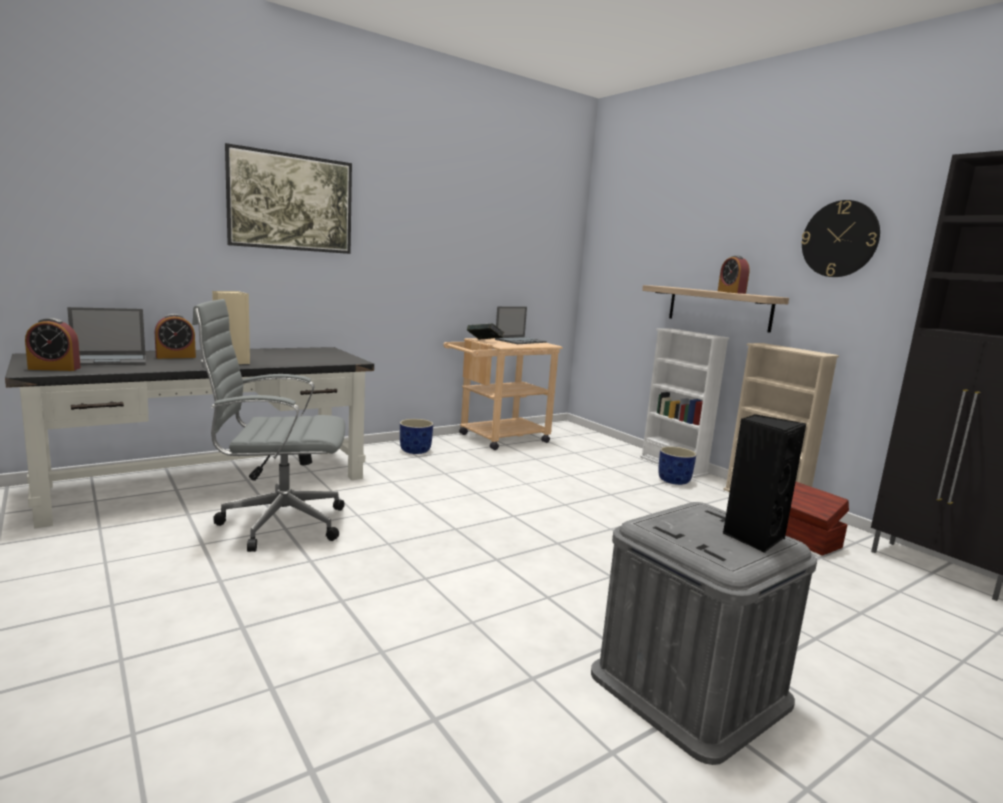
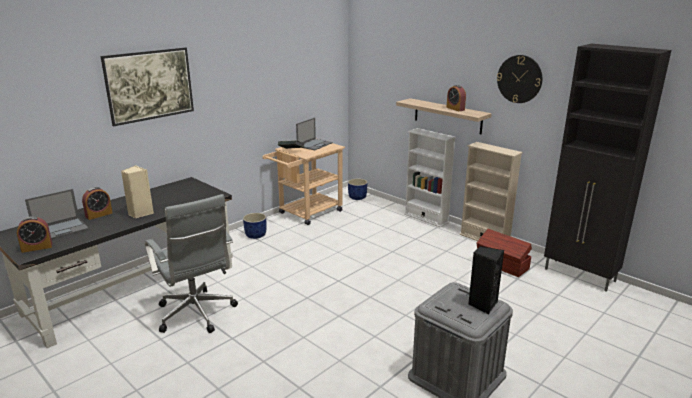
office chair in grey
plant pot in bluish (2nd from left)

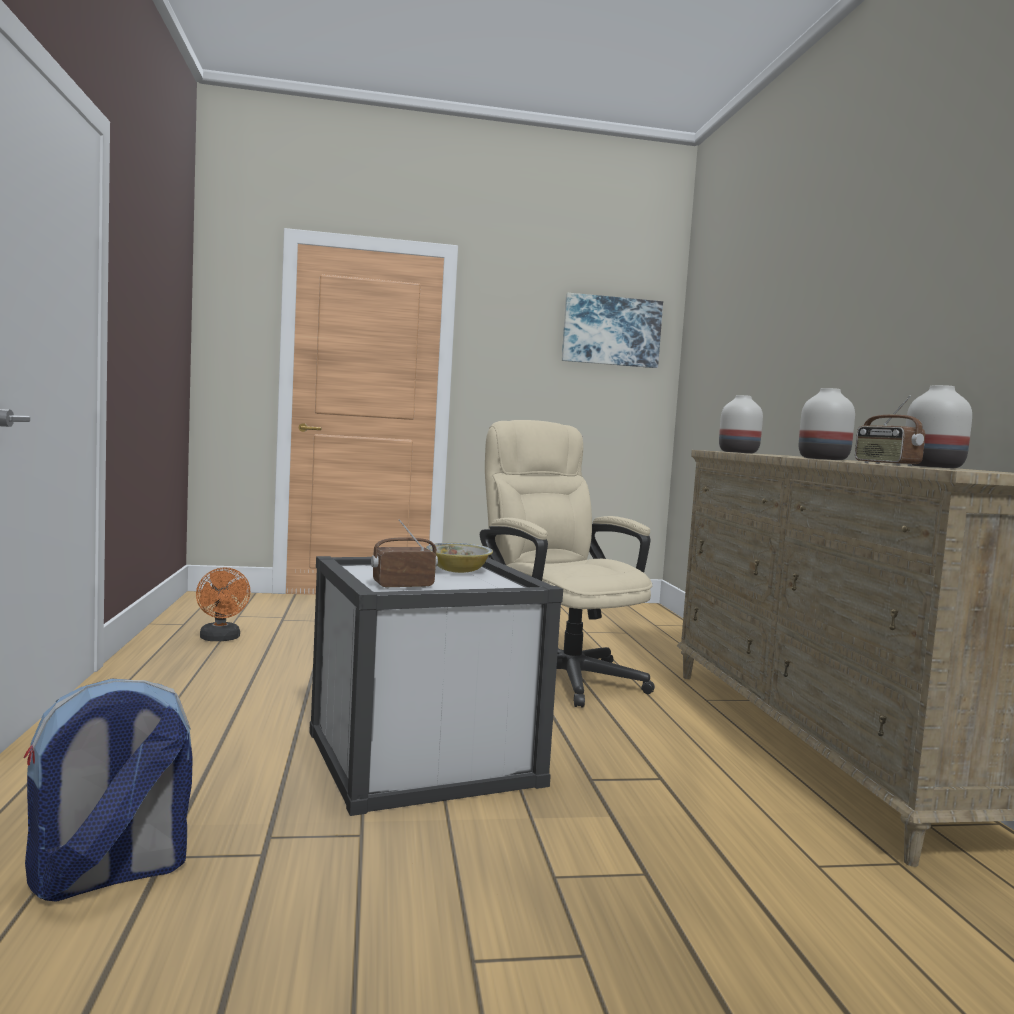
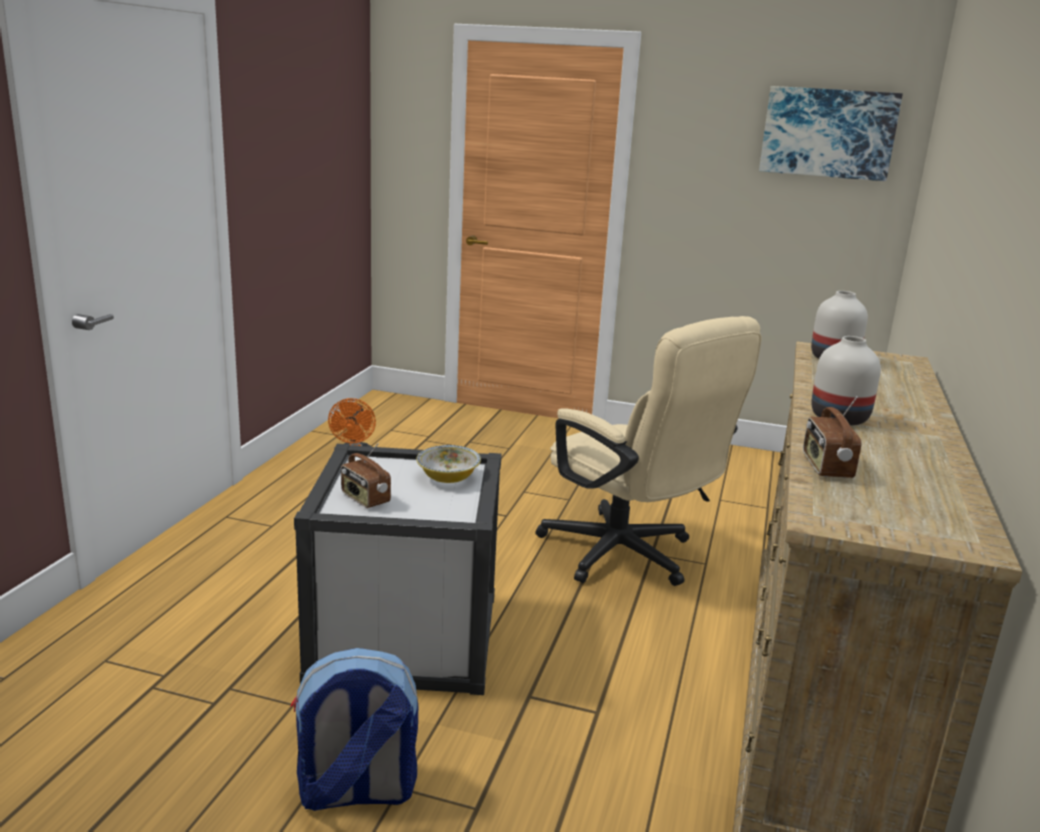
knapsack
radio set (1st from left)
office chair in beige-coloured
vase in white-coloured (3rd from left in the first image)

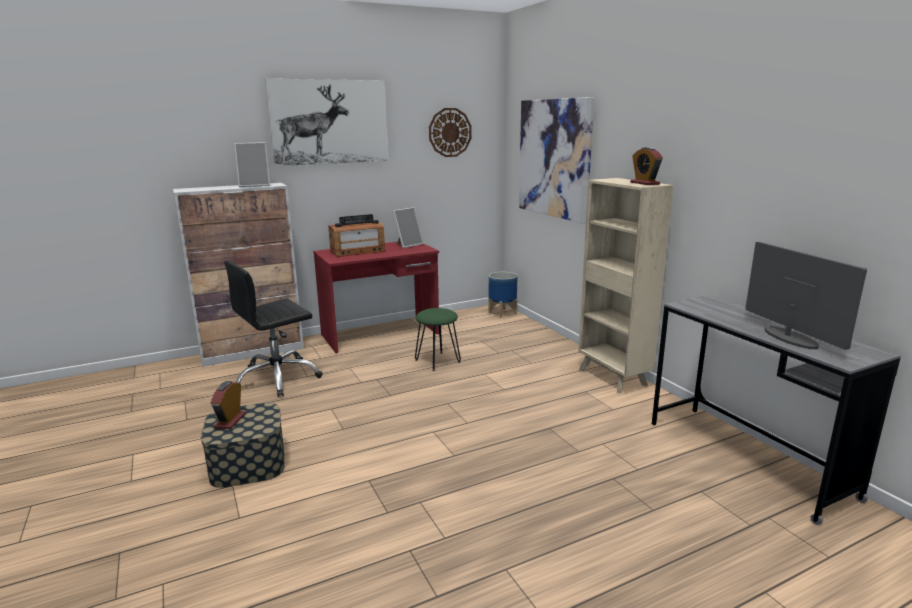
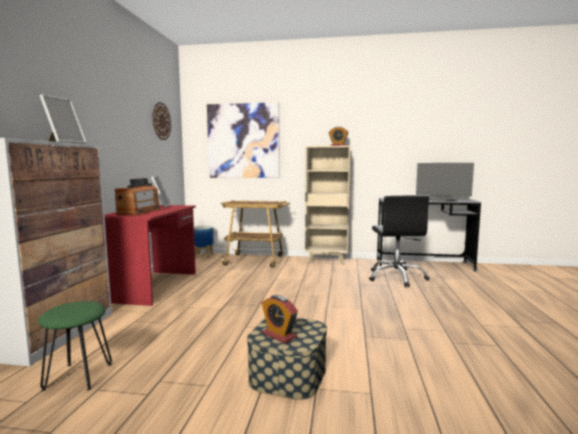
stool in greenish
wheeled cart
office chair in black-coloured
wall picture (1st from left in the first image)

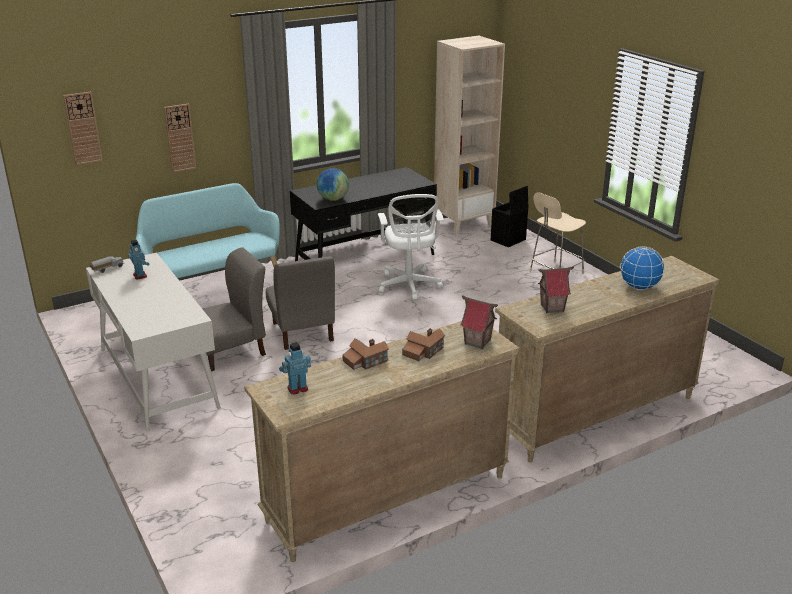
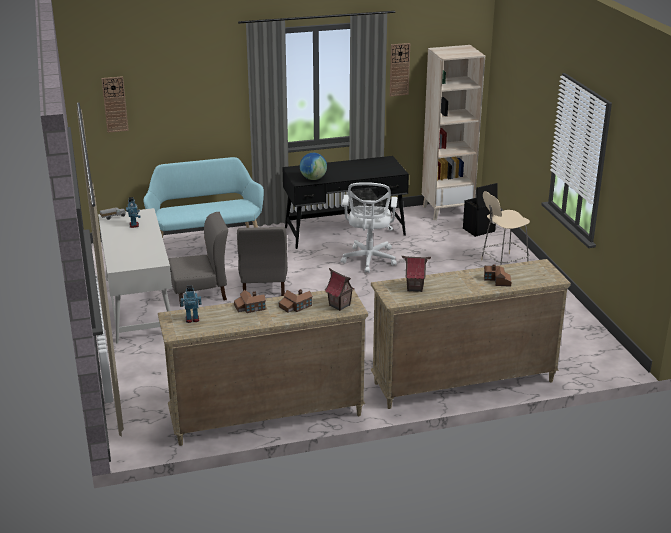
hanging clock (2nd from left)
miniature house (5th from left)

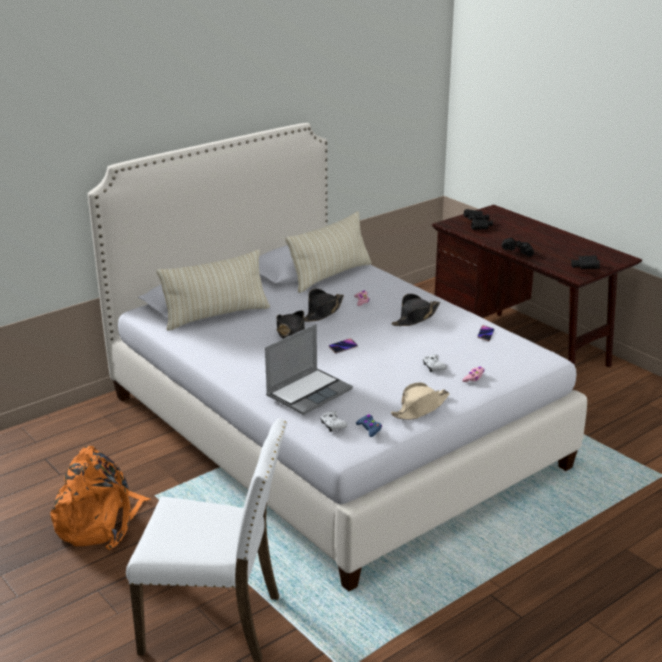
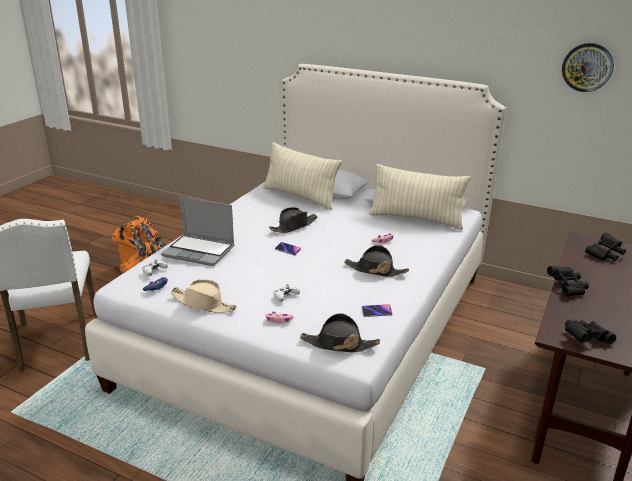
wearable hat in black-coloured (2nd from left)
hanging clock

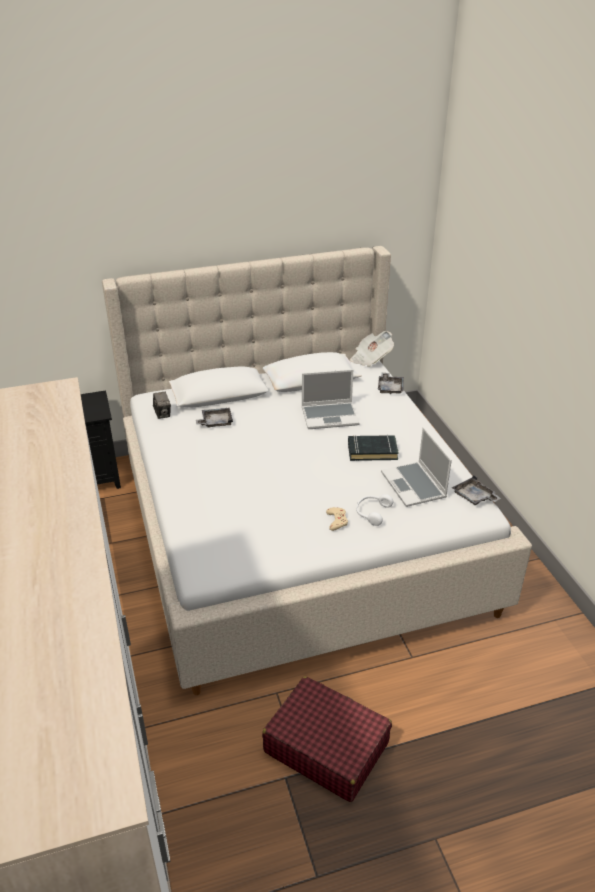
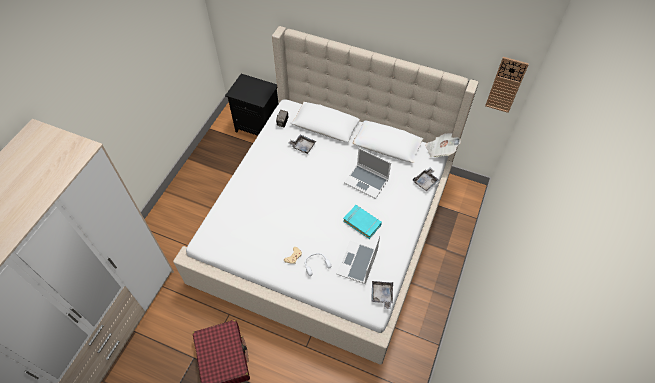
bound book in blue-green
hanging clock

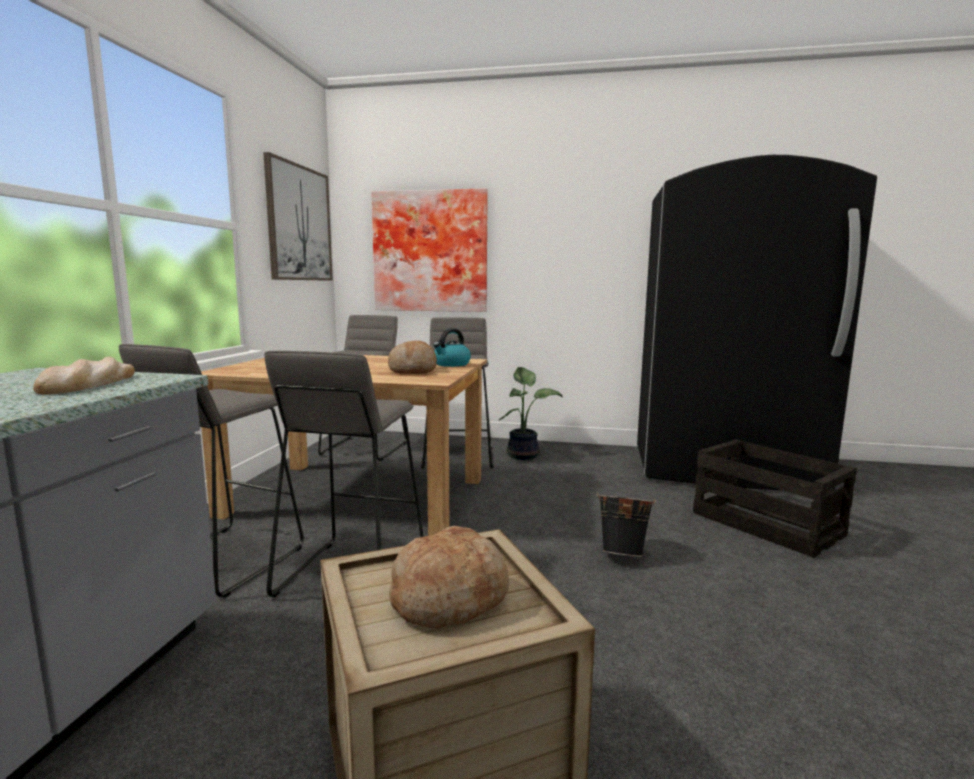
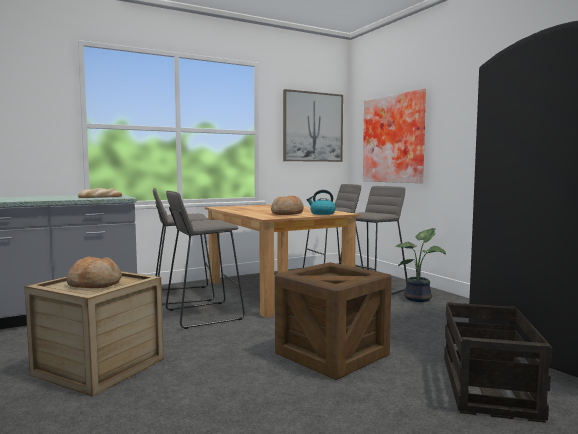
packing crate (2nd from left)

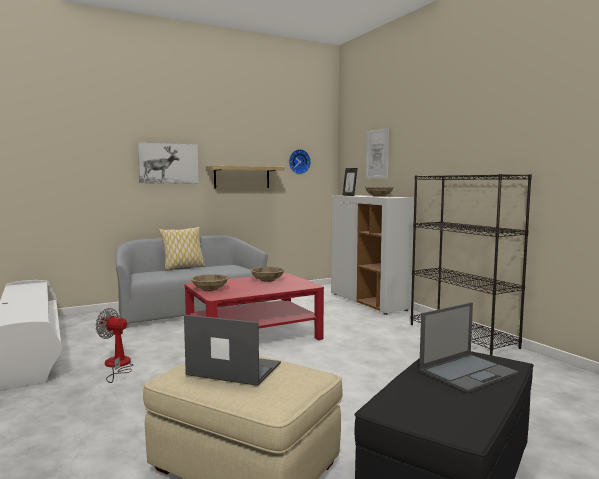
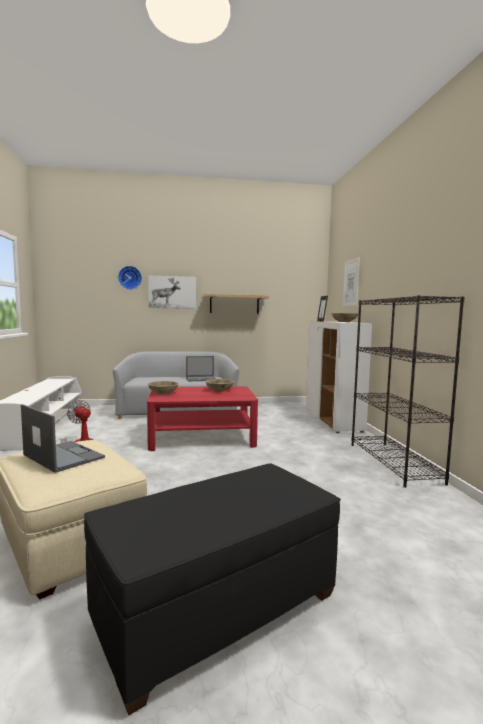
hanging clock
notebook computer (2nd from left)
pillow

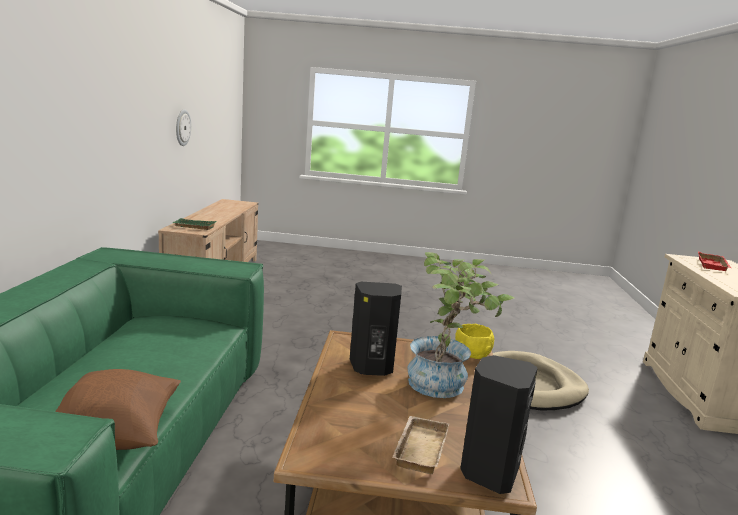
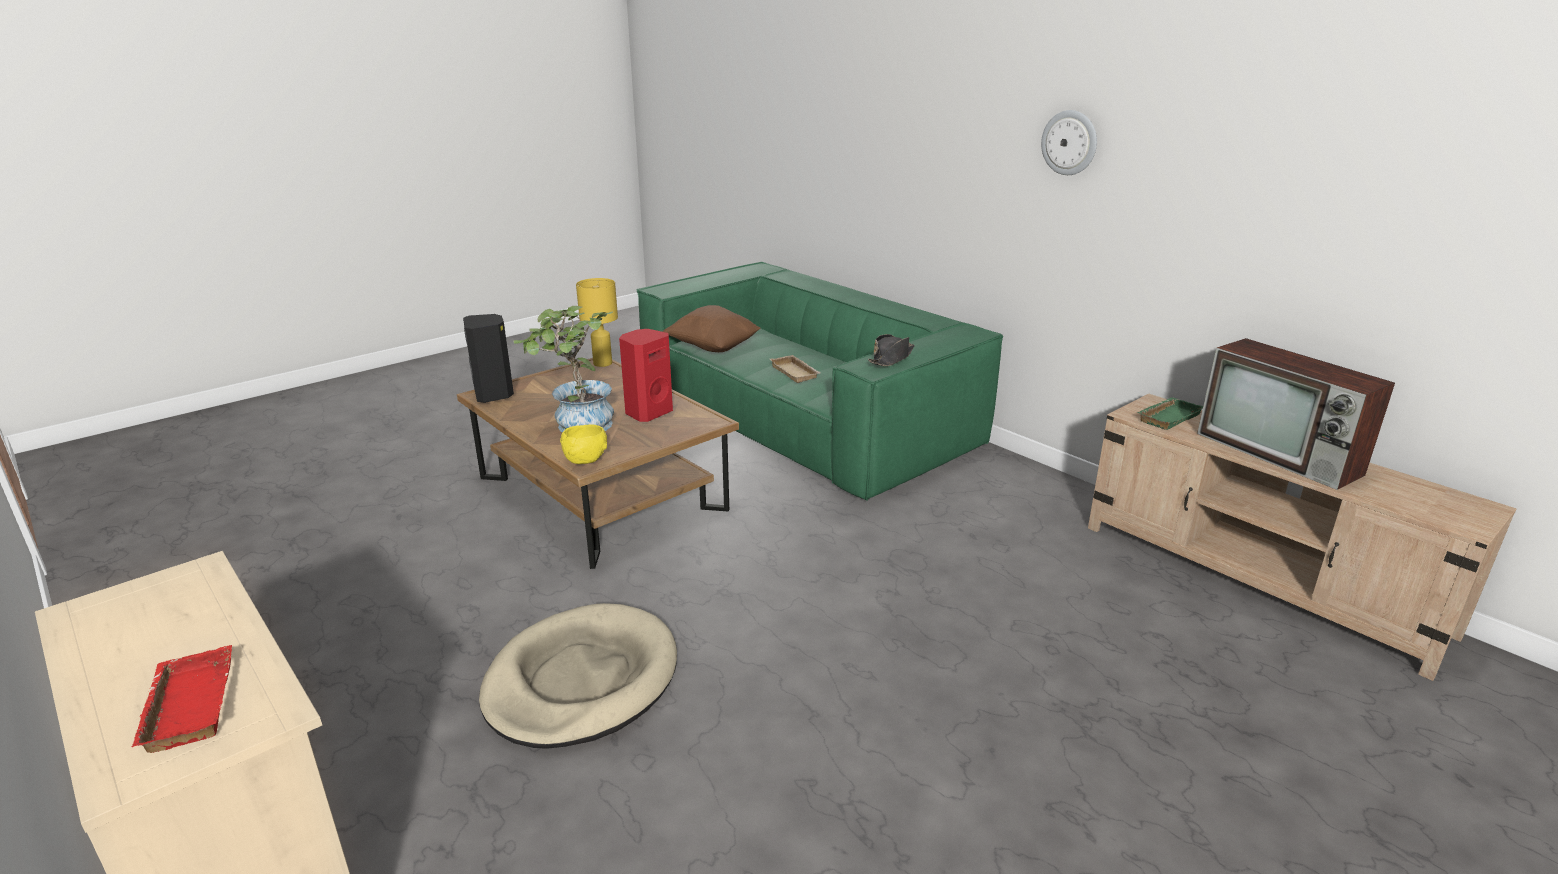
tabletop lamp in yellowish
speaker in red
serving tray in beige-coloured
wearable hat in black-coloured
hanging clock
television

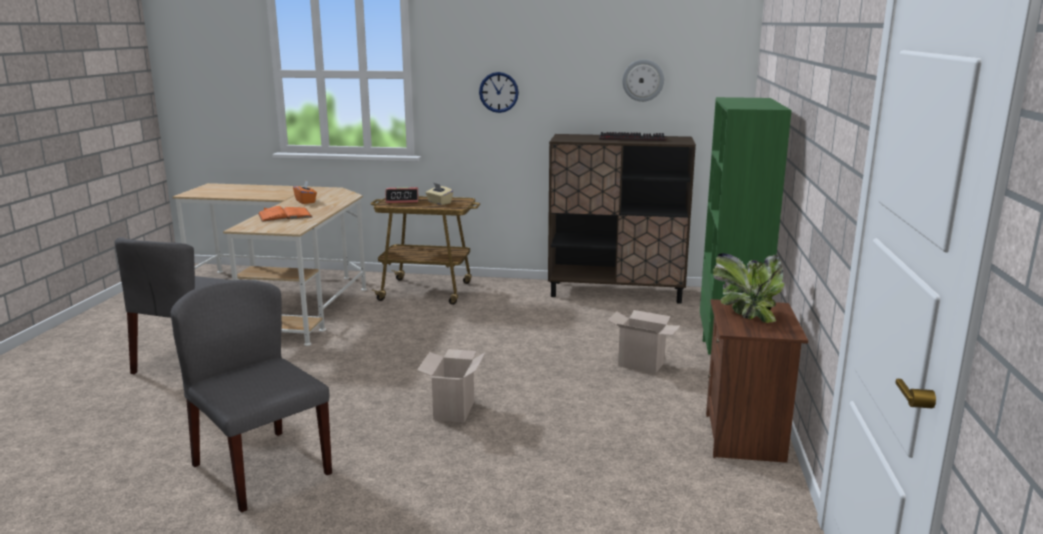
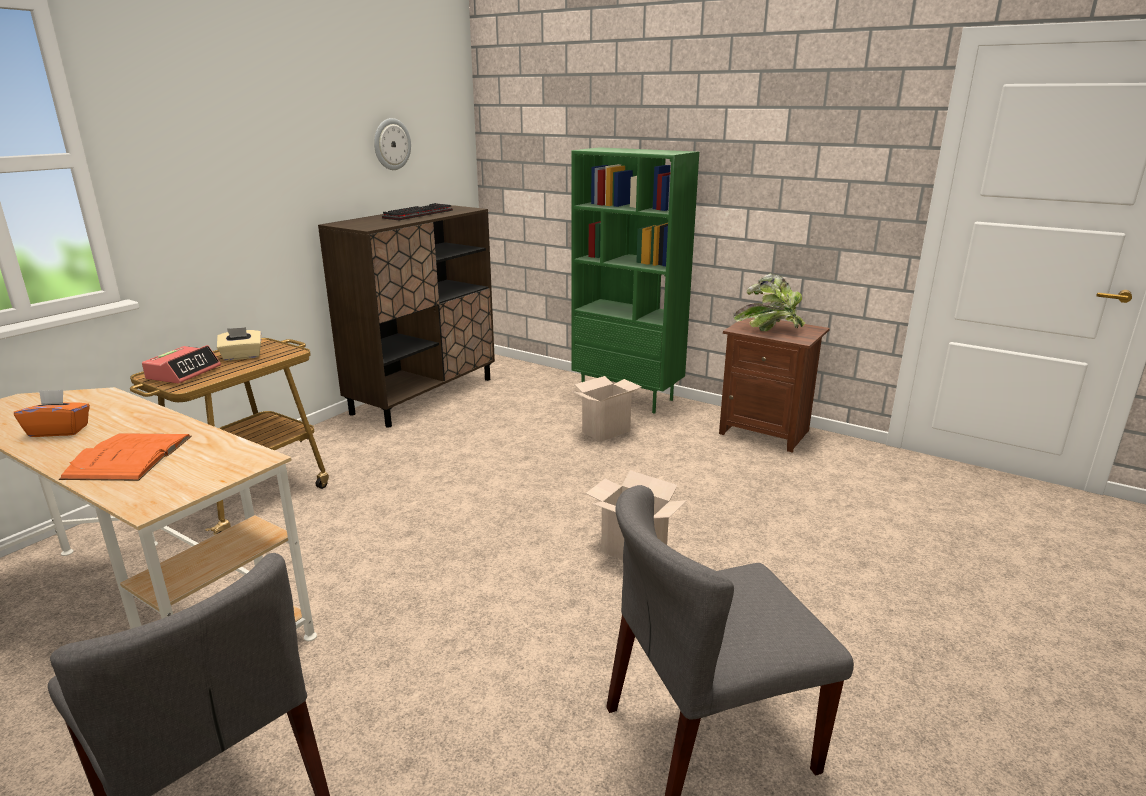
hanging clock (1st from left in the first image)

